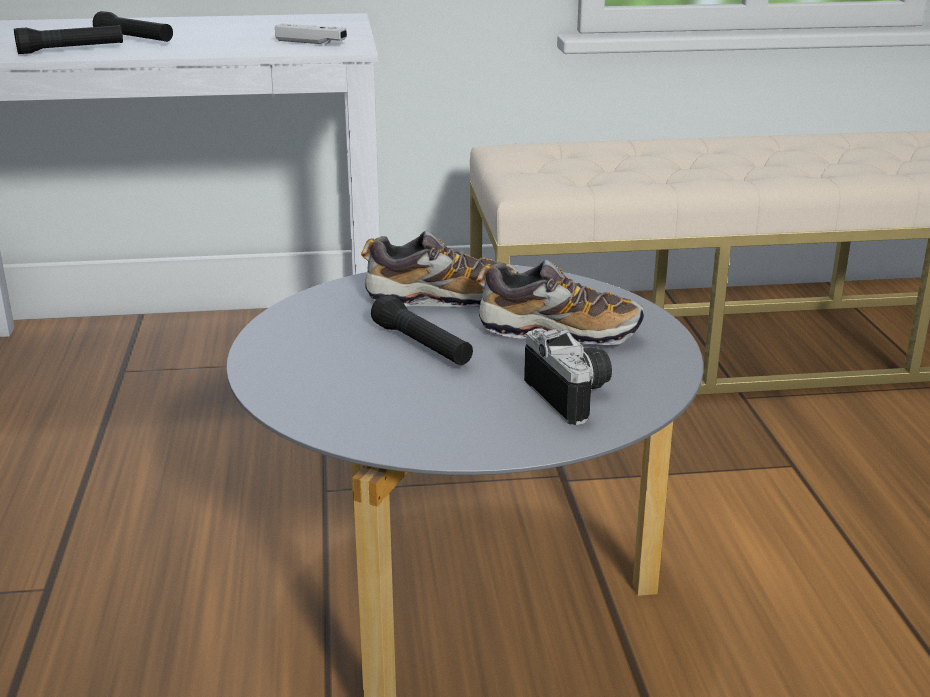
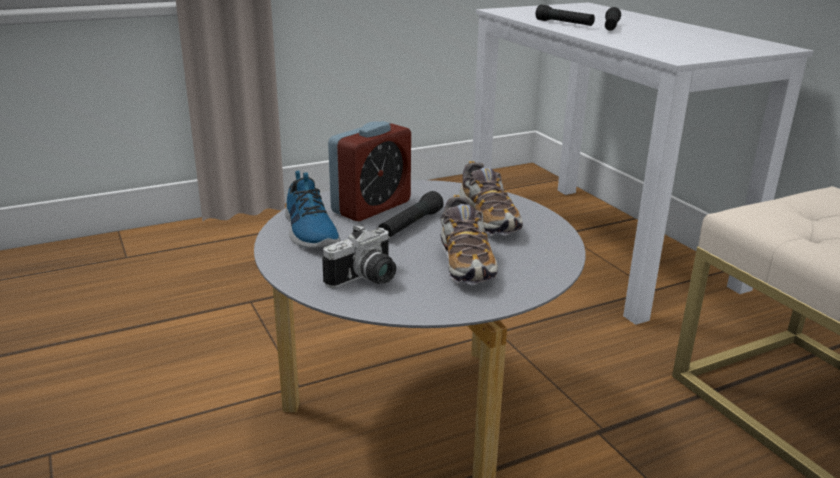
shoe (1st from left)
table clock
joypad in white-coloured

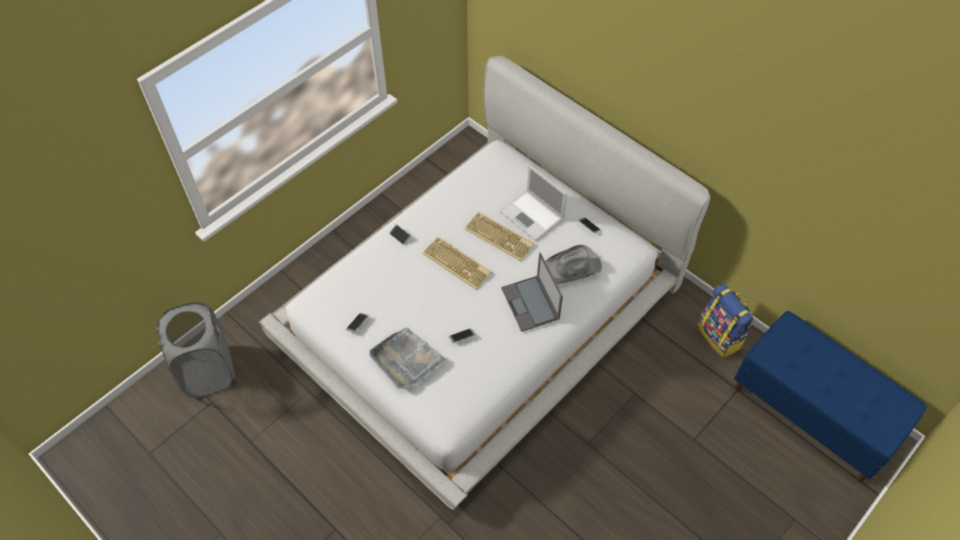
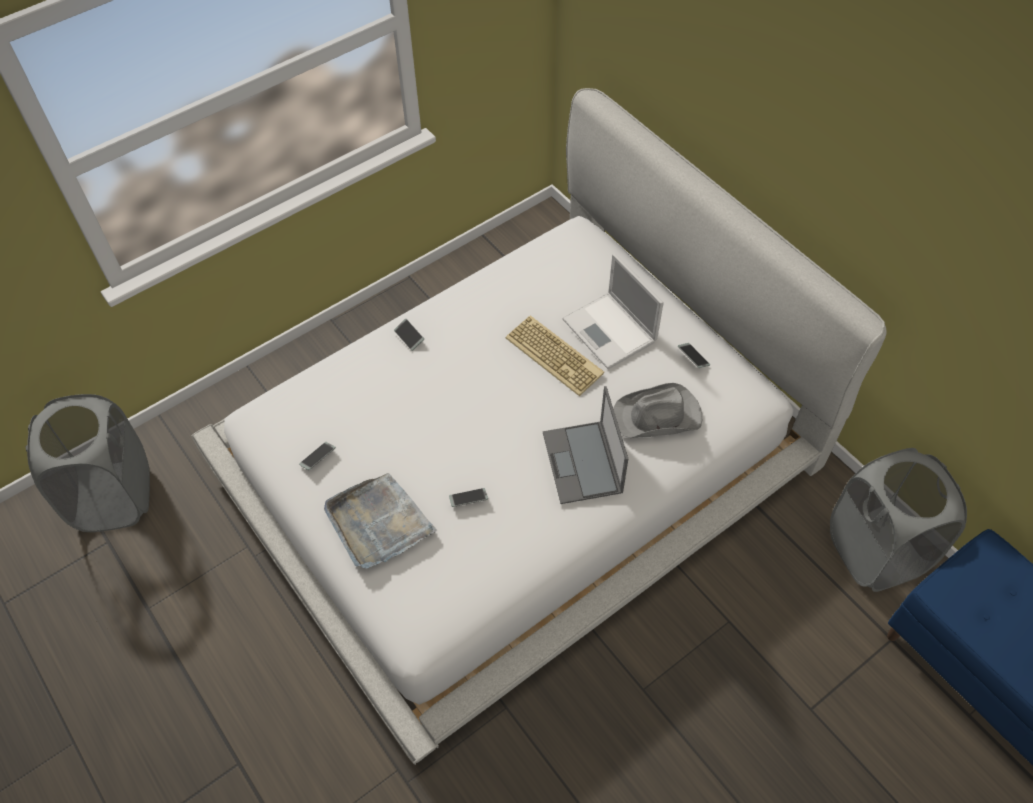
washing basket in grey (2nd from left)
keyboard (1st from left in the first image)

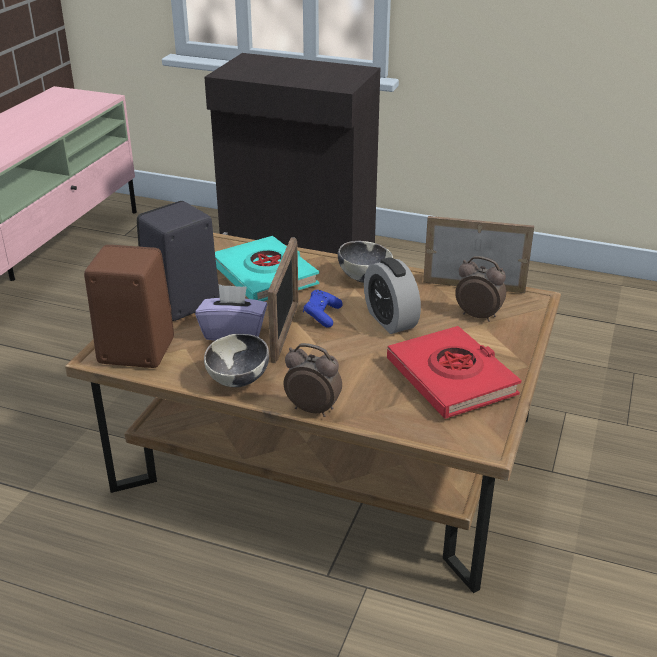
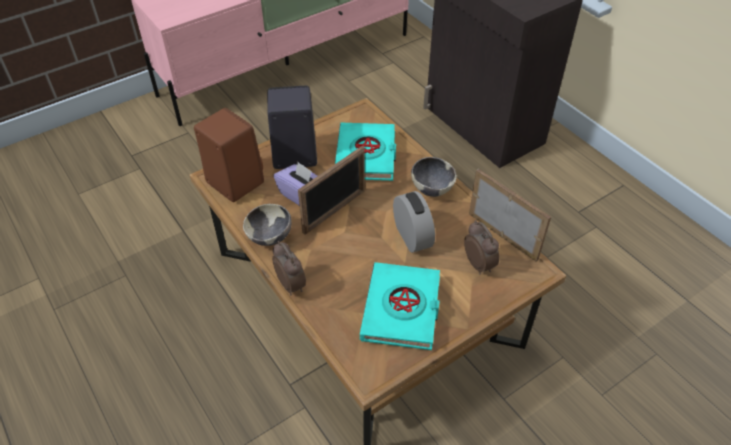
bound book in blue-green (2nd from left)
table clock (2nd from left)
joypad in bluish

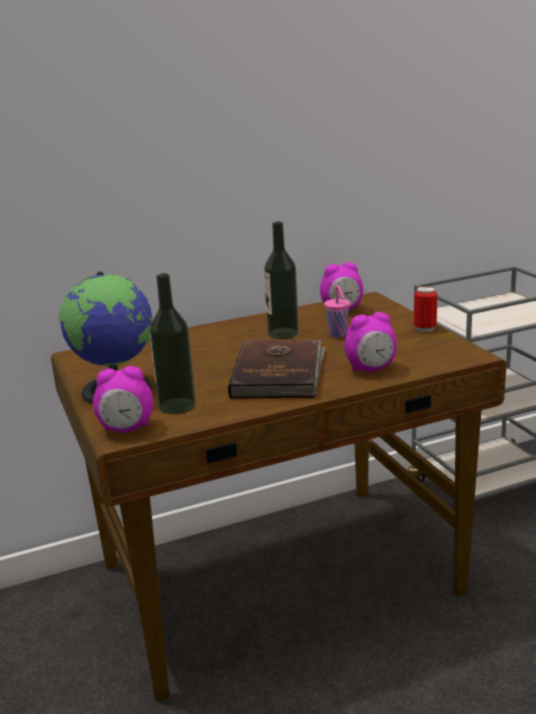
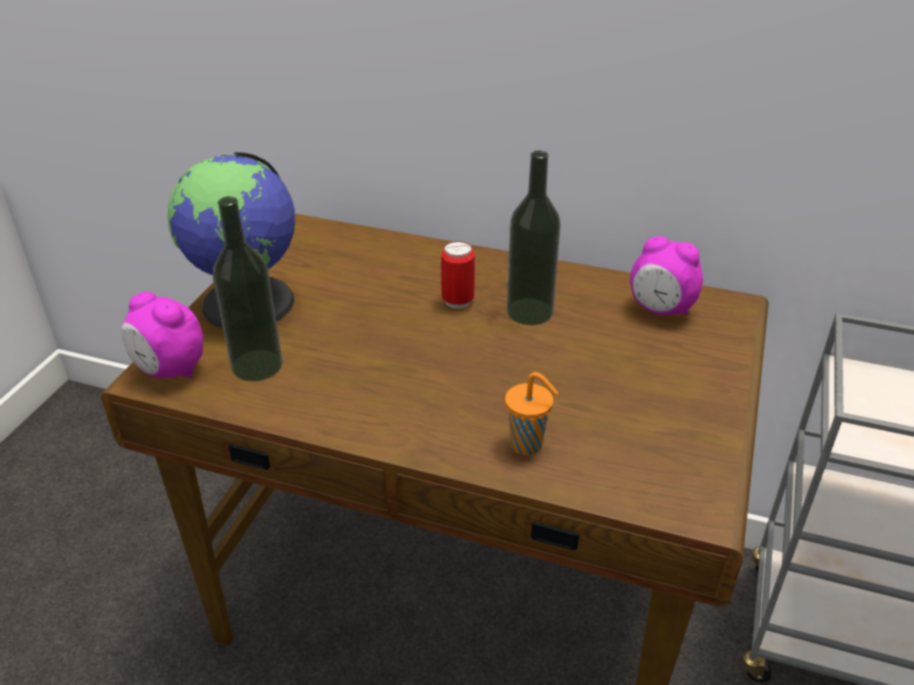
metal can
small cup in orangey
bound book in brown-coloured
small cup in pink-coloured

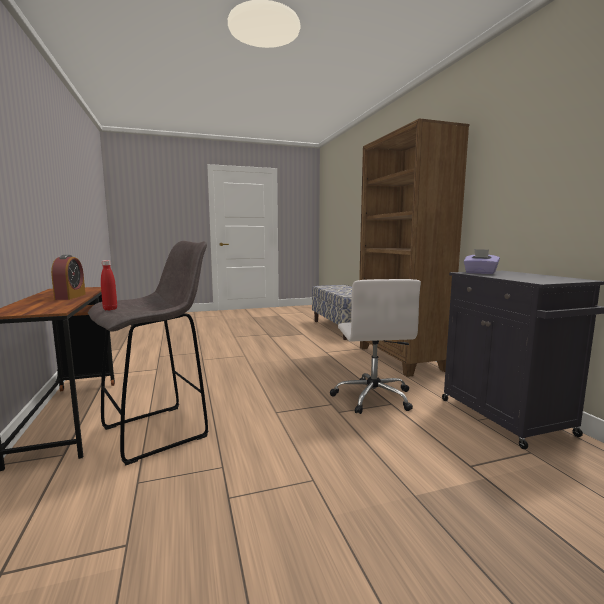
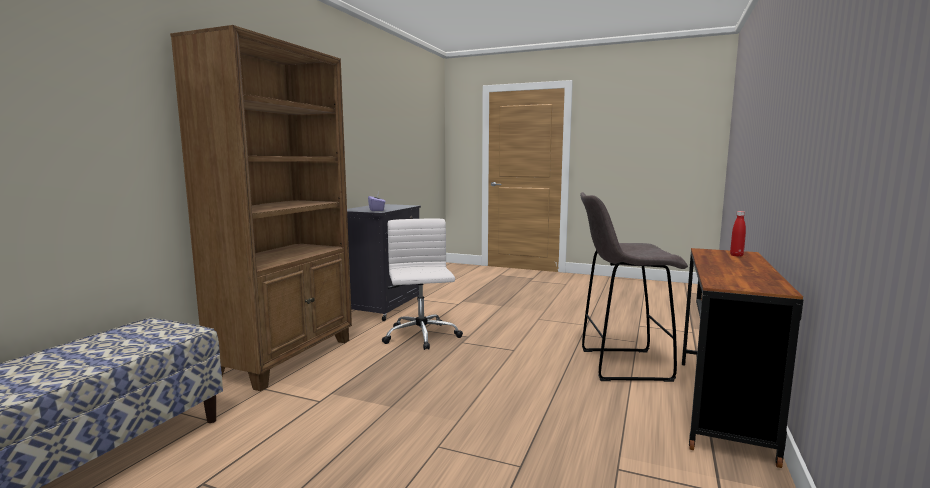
office chair in white-coloured
bottle in red
table clock

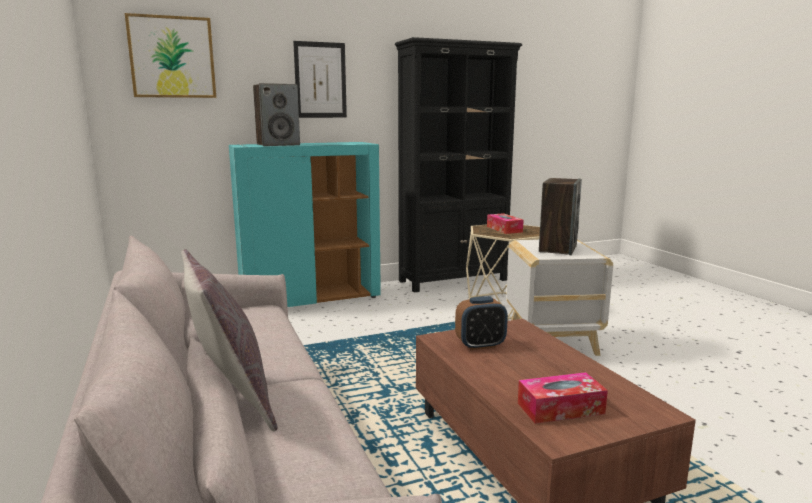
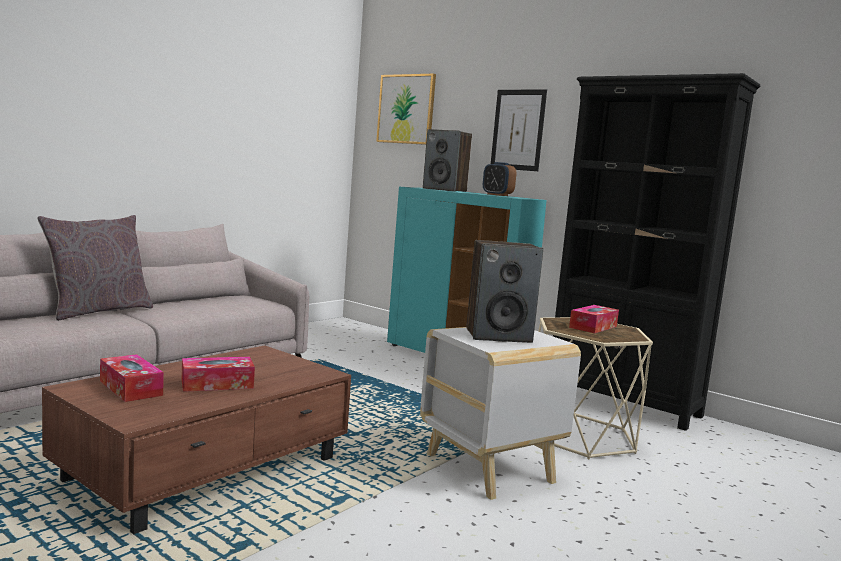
tissue holder (2nd from left)
table clock

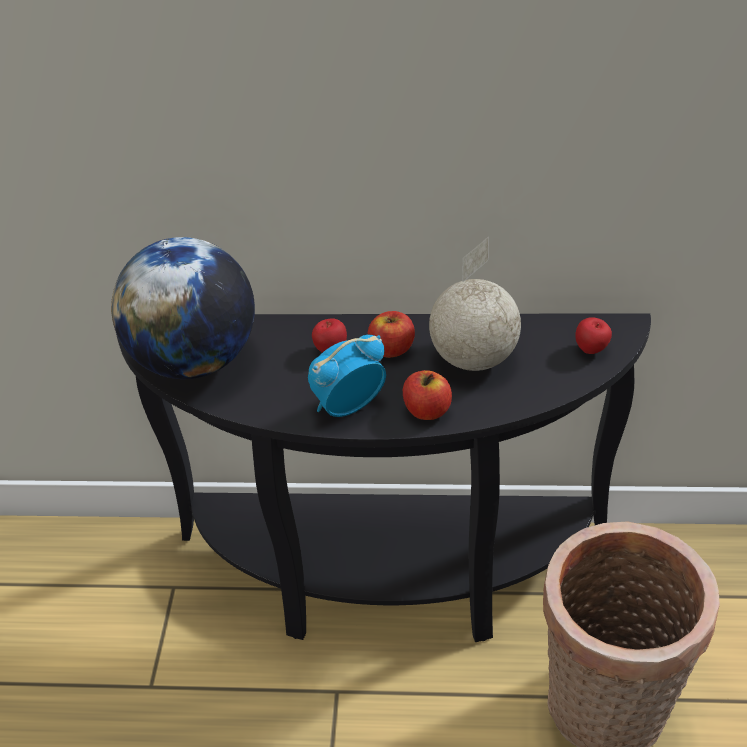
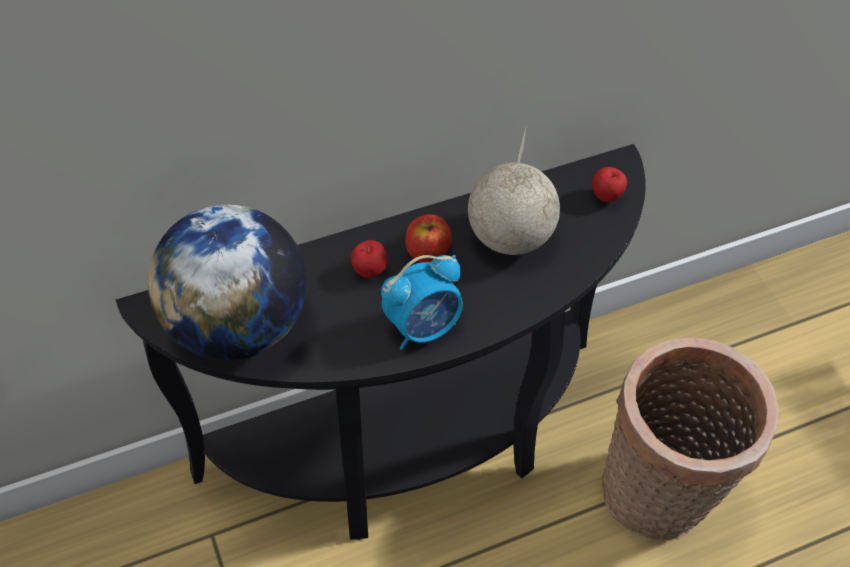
table clock
whole apple (3rd from left in the first image)

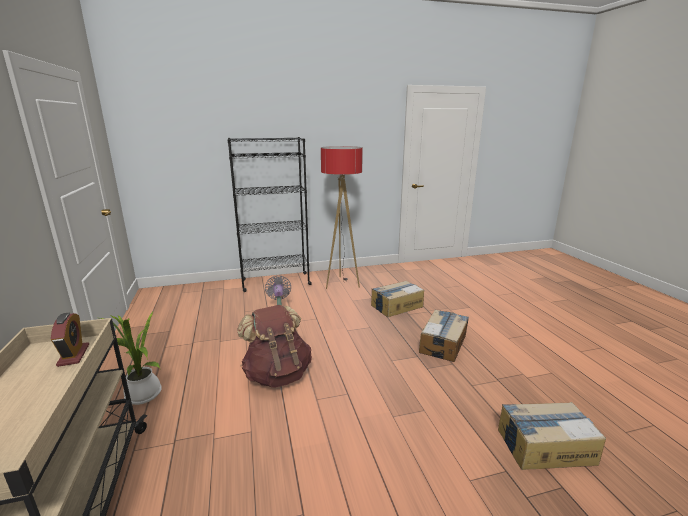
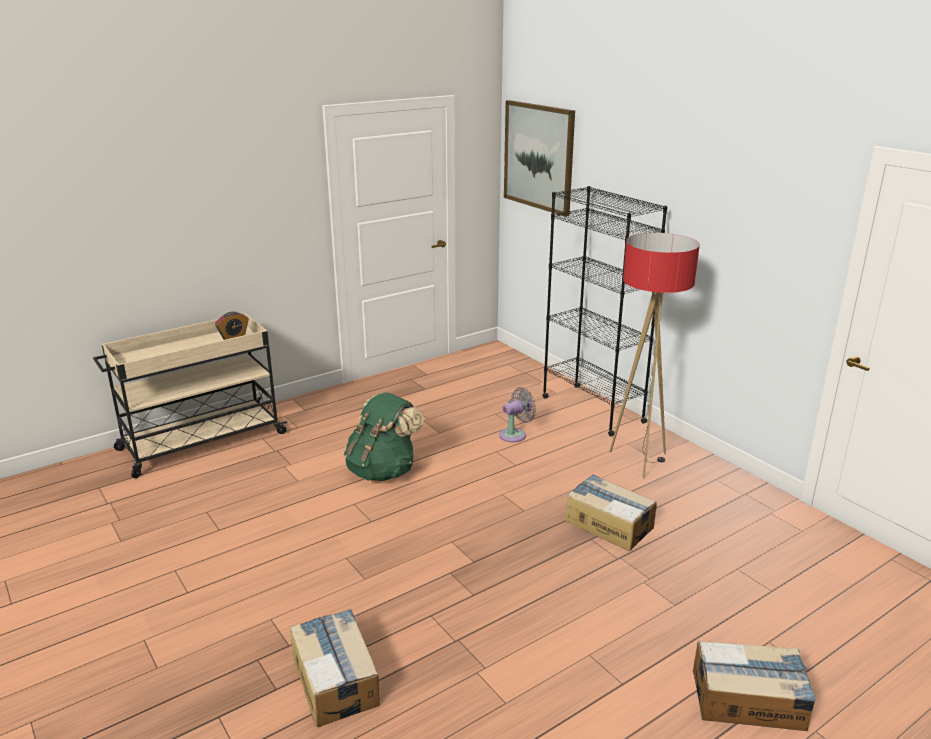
knapsack in greenish
wall picture
cardboard box (3rd from left)
houseplant

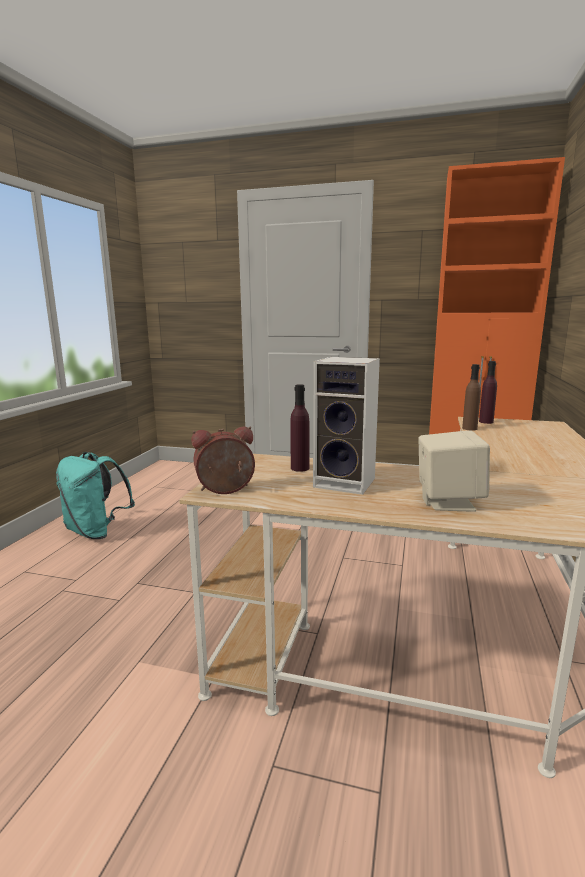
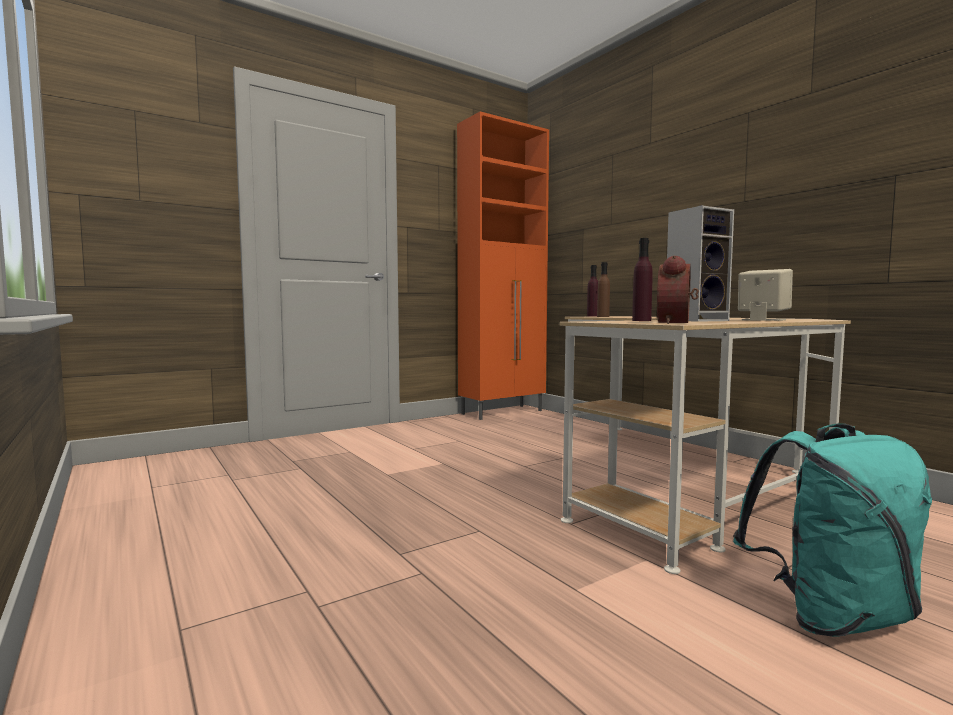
knapsack in blue-green

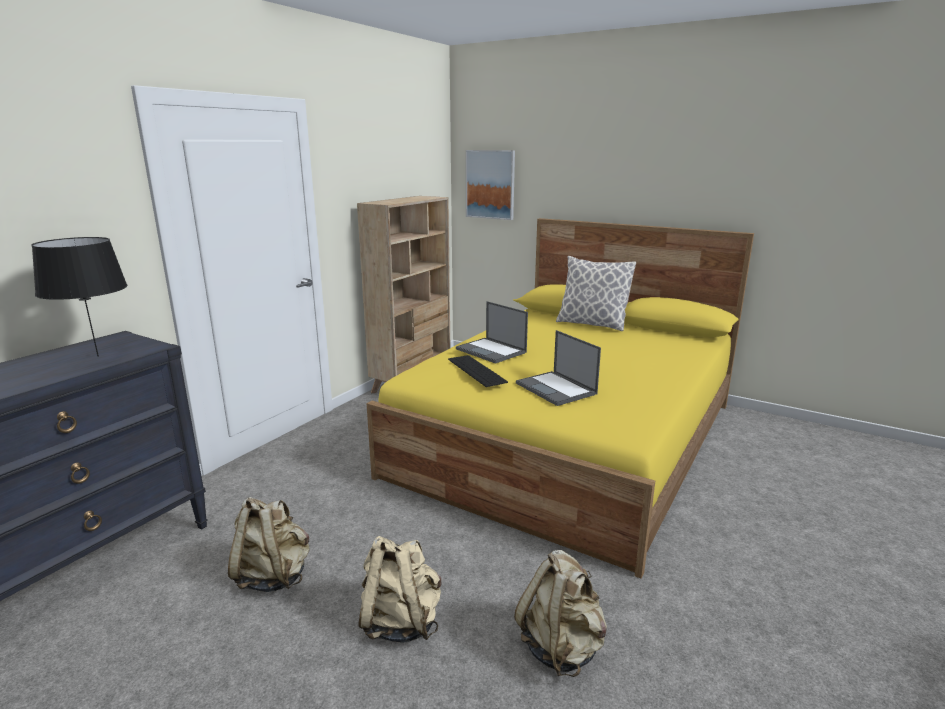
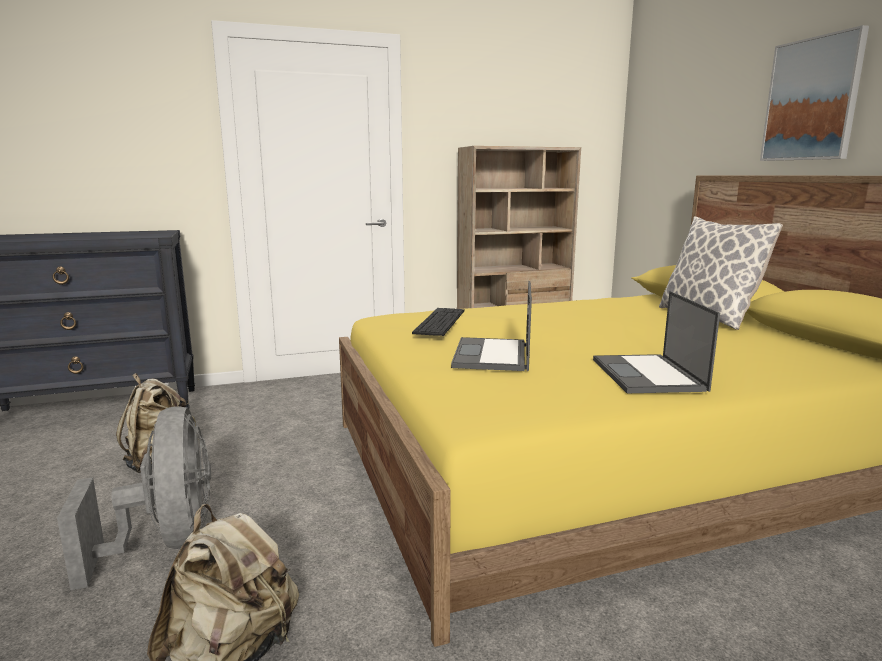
electric fan in grey
notebook computer (2nd from left)
wall picture
tabletop lamp in black-coloured

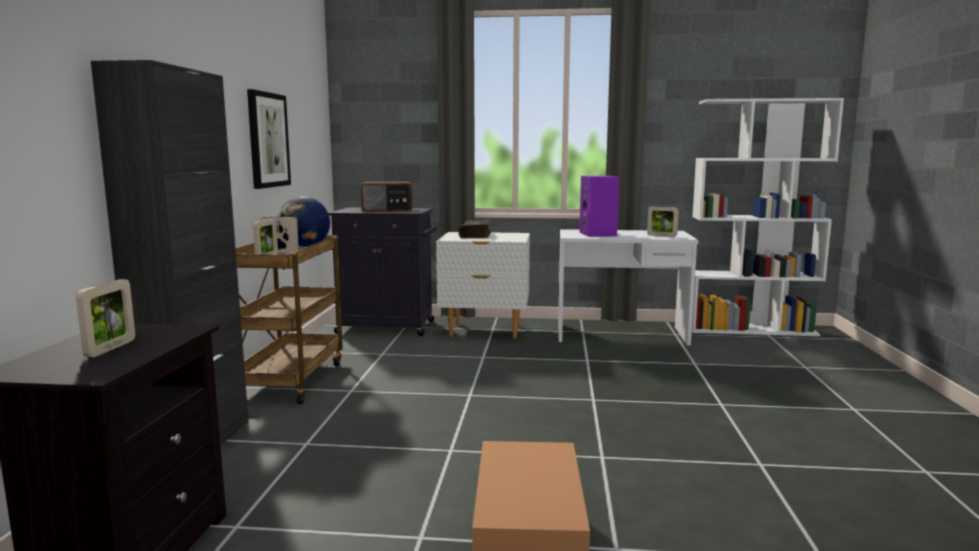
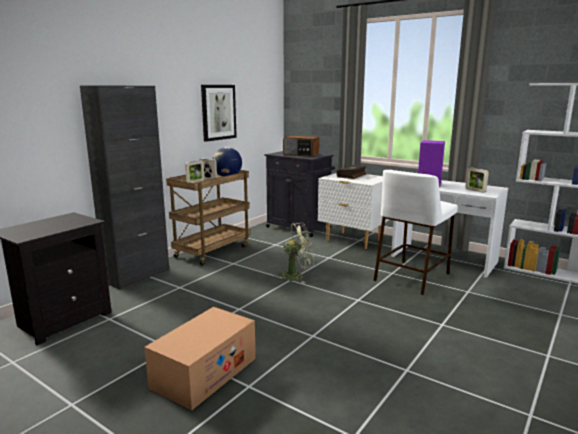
electric fan in greenish
stool in white-coloured
standing frame (1st from left in the first image)

